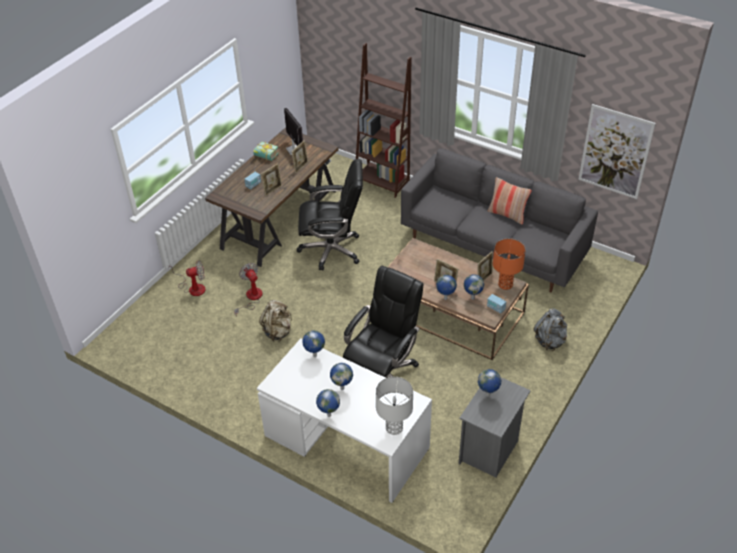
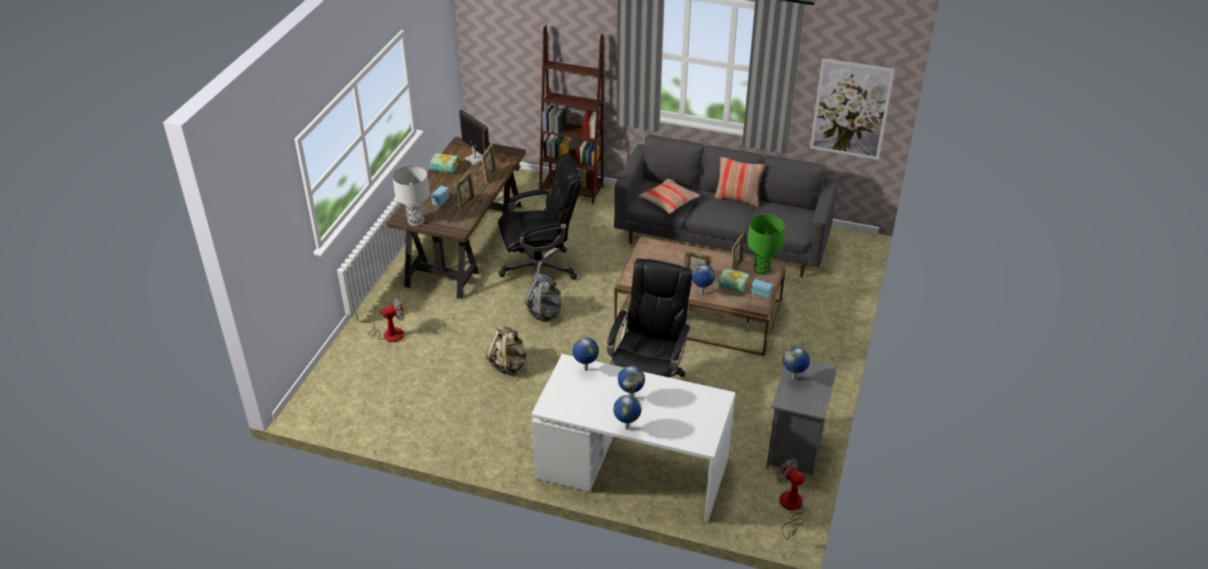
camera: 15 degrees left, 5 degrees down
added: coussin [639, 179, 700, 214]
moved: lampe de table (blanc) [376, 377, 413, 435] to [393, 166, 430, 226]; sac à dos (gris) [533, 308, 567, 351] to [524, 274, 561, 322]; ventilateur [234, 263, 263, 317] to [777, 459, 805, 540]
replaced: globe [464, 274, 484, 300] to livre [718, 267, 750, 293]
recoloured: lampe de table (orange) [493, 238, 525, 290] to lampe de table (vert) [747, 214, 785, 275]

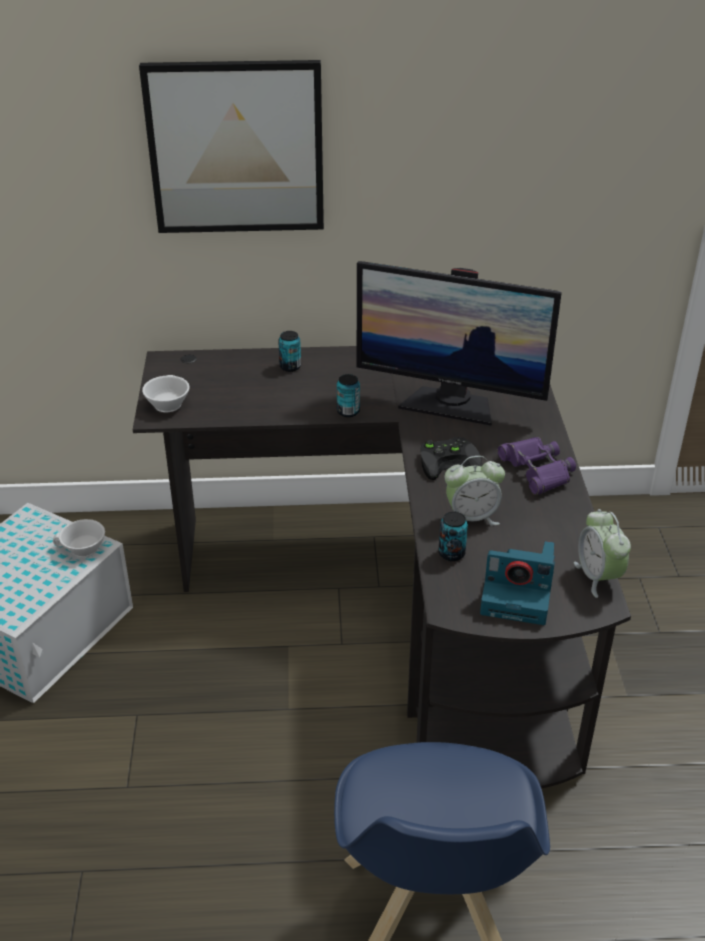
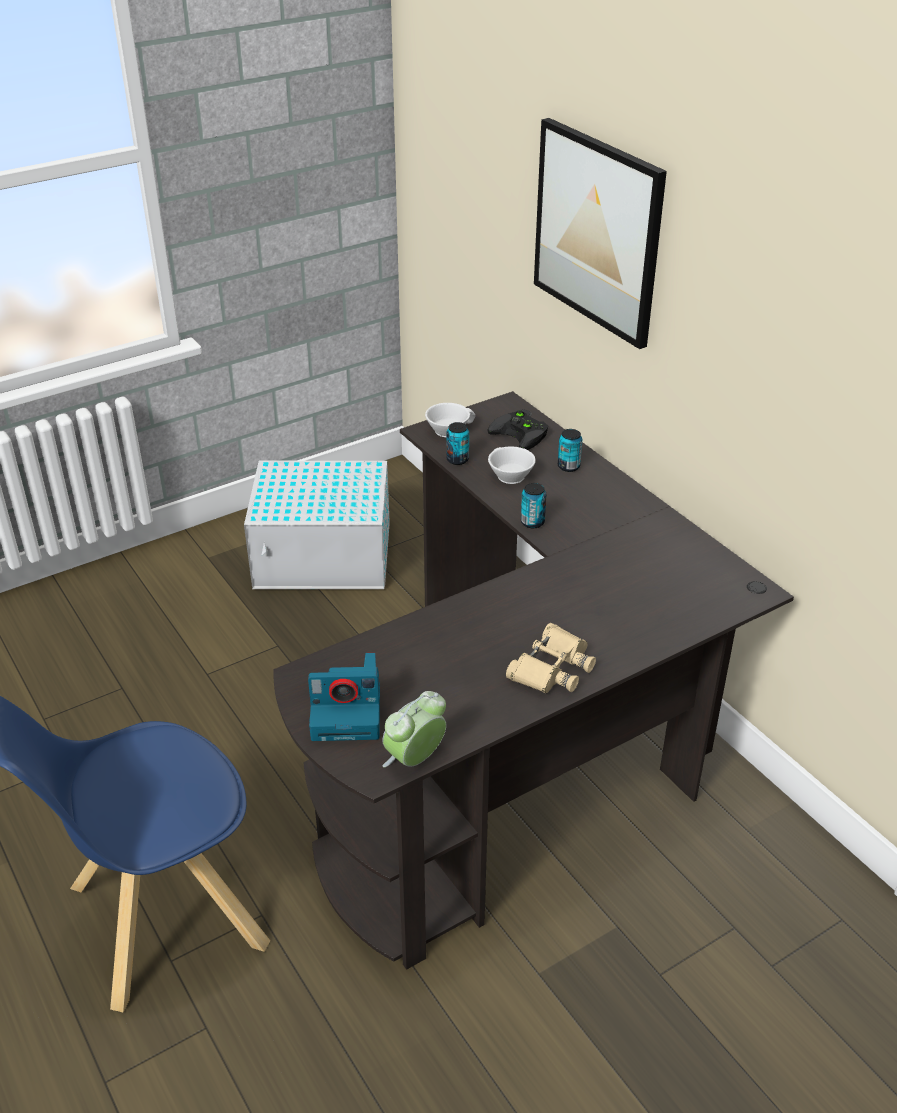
camera: 60 degrees right, 0 degrees up
removed: écran d'ordinateur [357, 261, 562, 426]; réveil [445, 456, 505, 526]
moved: boîte métallique [438, 511, 468, 561] to [446, 422, 469, 465]; manette (noir) [420, 437, 483, 480] to [487, 410, 548, 450]; tasse (blanc) [53, 519, 105, 557] to [488, 446, 536, 484]
recoloured: jumelles (violet) [497, 437, 576, 495] to jumelles (beige) [506, 623, 596, 693]
turned: appareil photo [480, 541, 555, 625] = [308, 653, 380, 741] 75 degrees counterclockwise

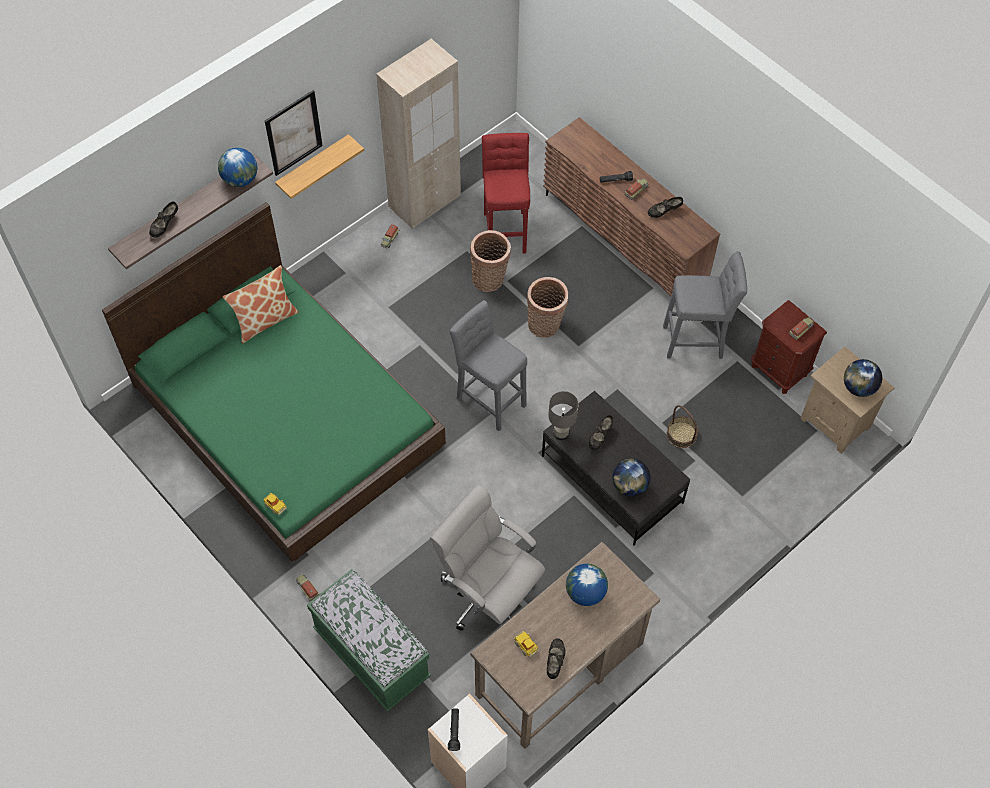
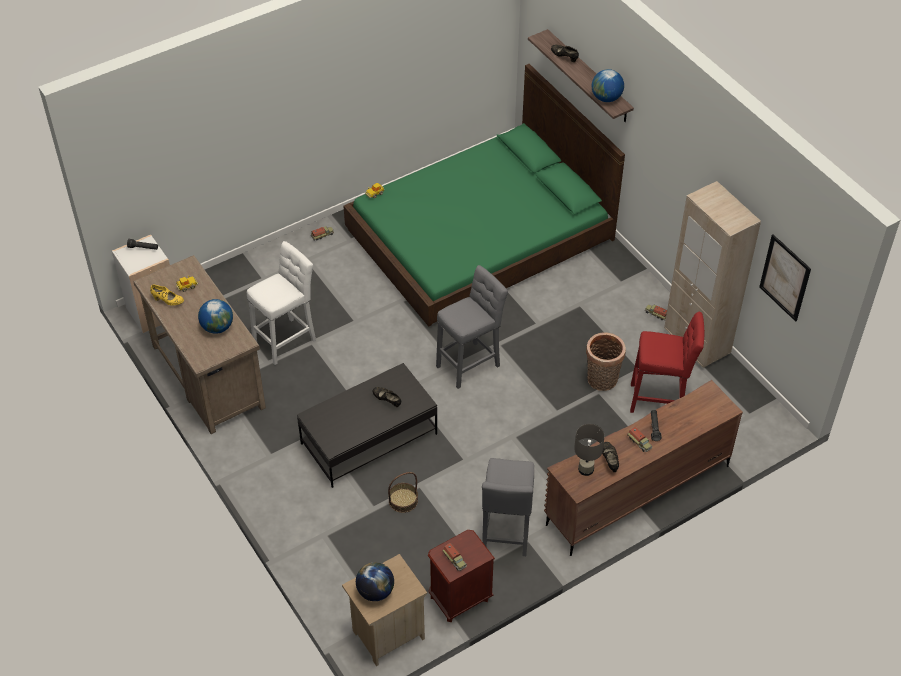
camera: 100 degrees right, 10 degrees down
removed: coussin [223, 265, 299, 344]; étagère [275, 134, 364, 199]; banc (vert) [307, 569, 431, 712]; panier [527, 277, 568, 338]; globe [612, 458, 651, 497]
moved: lampe de table (gris) [549, 391, 579, 440] to [574, 424, 605, 476]; tableau [265, 90, 323, 176] to [759, 235, 811, 322]
replaced: chaise de bureau (gris) [430, 485, 545, 630] to tabouret (blanc) [247, 241, 316, 365]
recoloured: chaussure (noir) [547, 638, 565, 679] to chaussure (jaune) [150, 284, 184, 306]

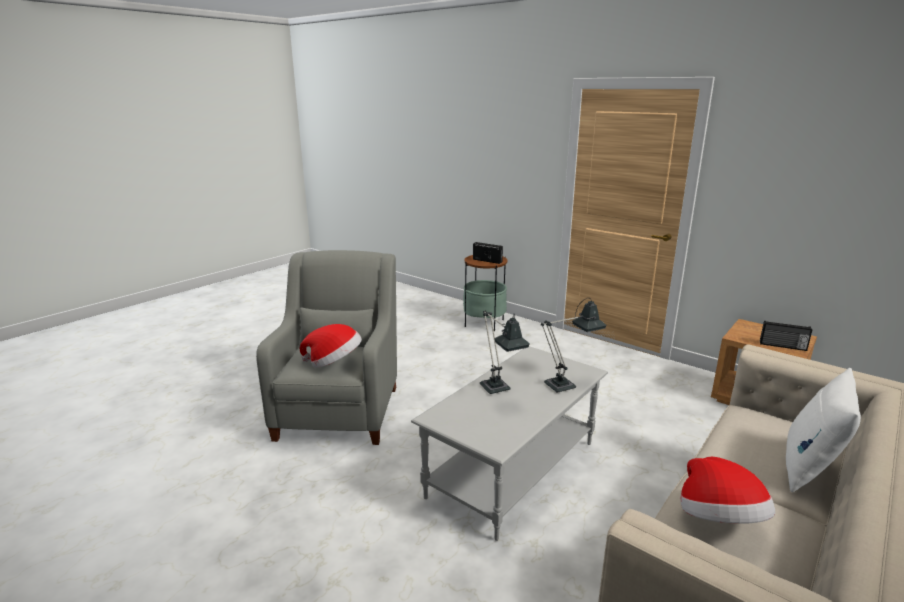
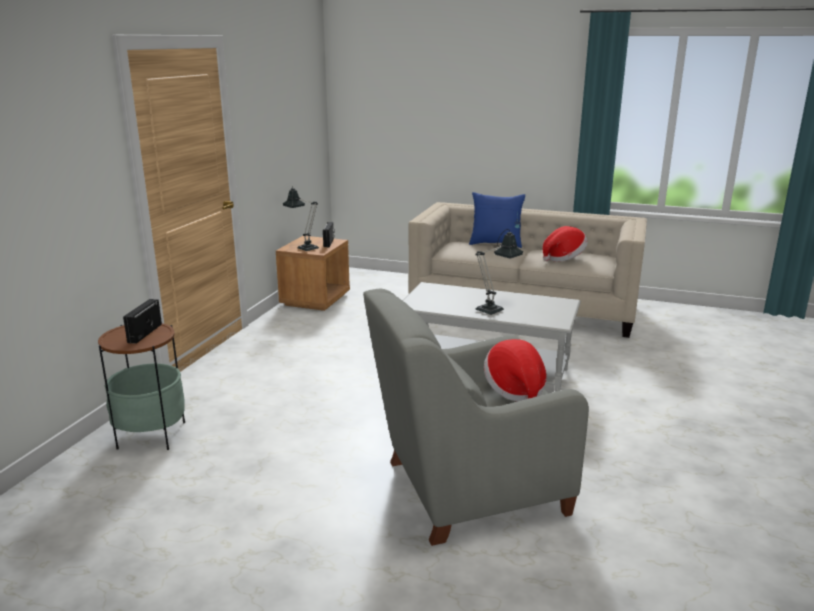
camera: 110 degrees left, 0 degrees up
moved: lampe de table [541, 298, 606, 393] to [283, 186, 319, 251]
recoloured: coussin (blanc) [786, 368, 861, 492] to coussin (bleu) [469, 192, 525, 248]

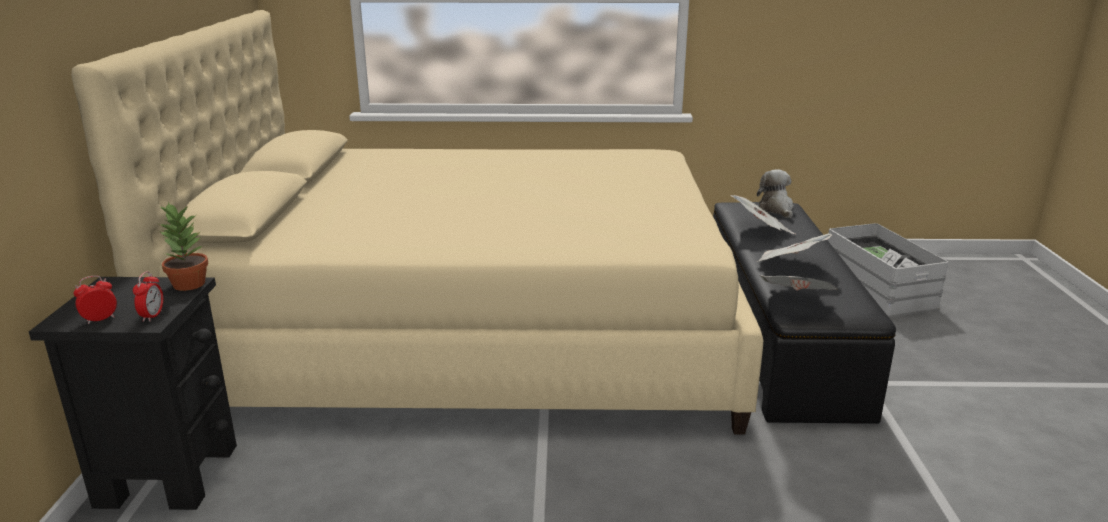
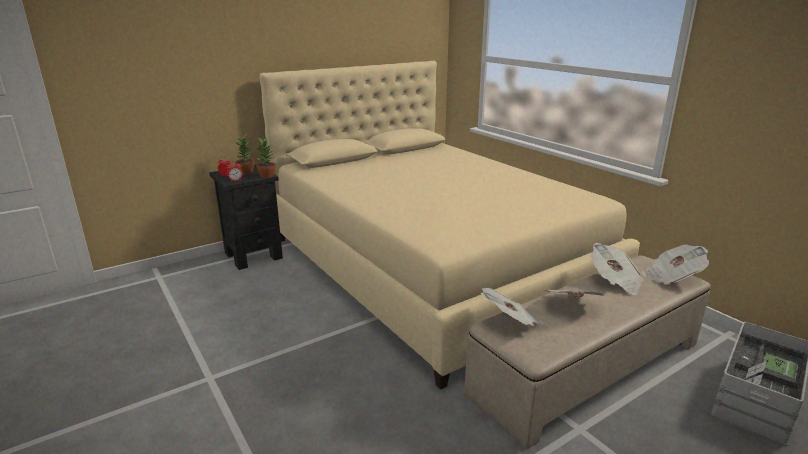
camera: 55 degrees right, 0 degrees up
added: plante en pot [235, 134, 255, 174]
replaced: peluche [757, 170, 794, 219] to journal [642, 245, 709, 285]
recoloured: banc (noir) [713, 202, 896, 424] to banc (beige) [464, 255, 711, 449]

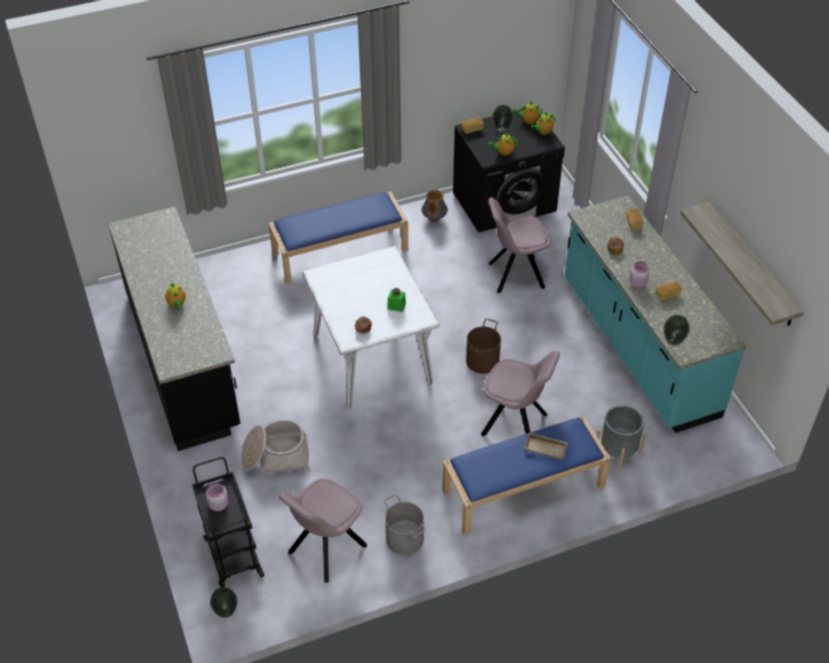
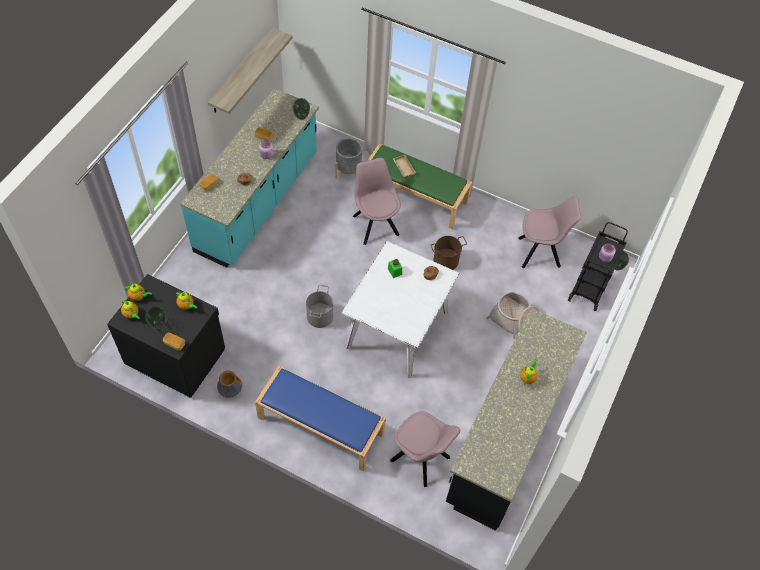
camera: 135 degrees left, 10 degrees up
moved: seau (gris) [383, 494, 426, 555] to [306, 285, 333, 328]; chaise (rose) [488, 197, 550, 294] to [390, 411, 460, 487]; seau (marron) [466, 319, 501, 374] to [430, 236, 467, 270]
recoloured: banc (bleu) [442, 416, 611, 535] to banc (vert) [367, 143, 472, 229]

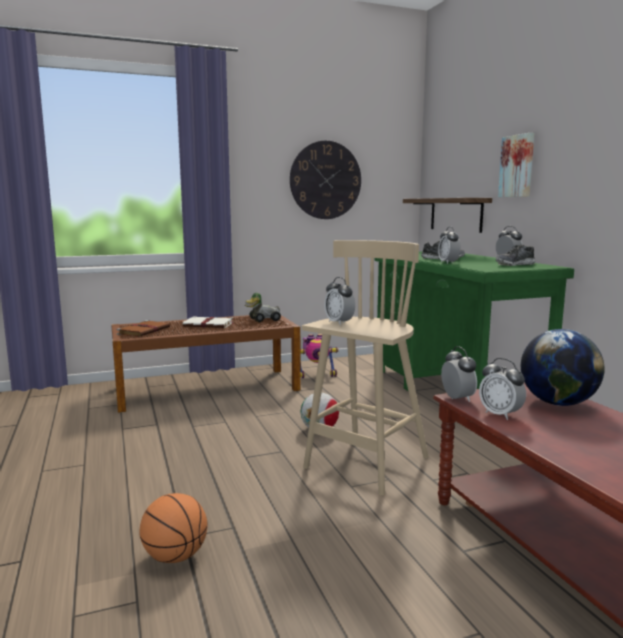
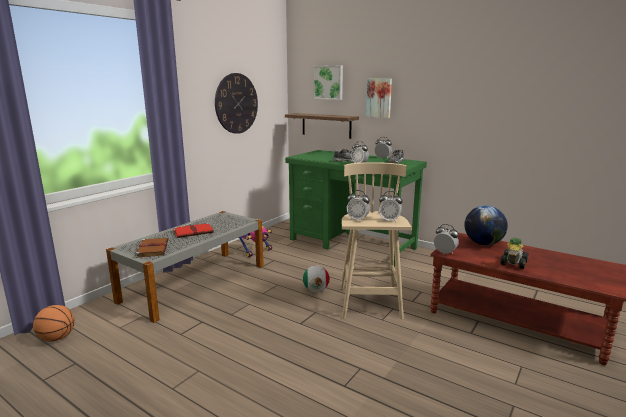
camera: 35 degrees left, 5 degrees up
added: tableau [313, 65, 343, 100]
moved: ballon de basket [139, 493, 208, 563] to [33, 305, 75, 341]; réveil [479, 358, 526, 420] to [379, 191, 403, 222]; petite voiture [245, 293, 281, 323] to [500, 238, 529, 269]
recoloured: banc (marron) [111, 315, 301, 413] to banc (gris) [106, 211, 264, 323]; livre (blanc) [182, 316, 235, 328] to livre (rouge) [174, 223, 214, 238]

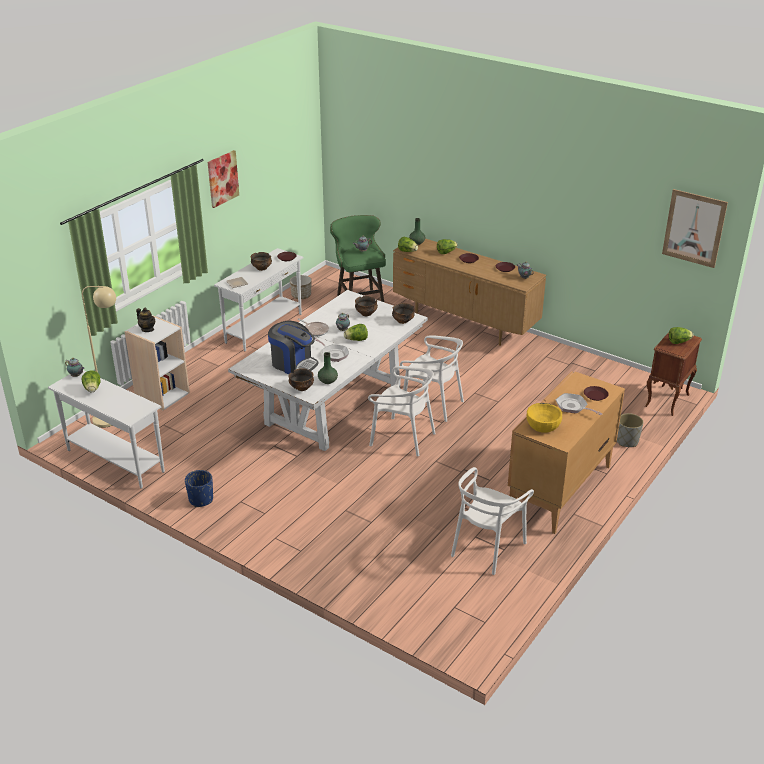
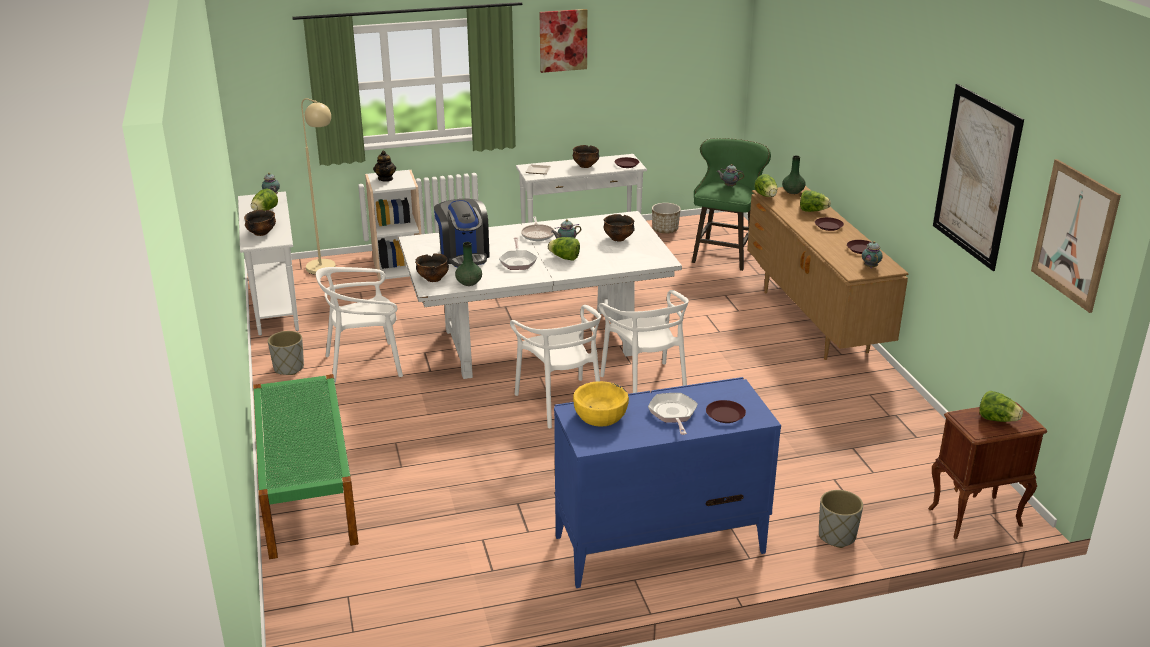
camera: 40 degrees right, 5 degrees down
added: banc (vert) [253, 374, 359, 559]; tableau [933, 84, 1024, 271]
moved: bol [392, 303, 415, 324] to [244, 210, 276, 236]; chaise (blanc) [451, 467, 534, 575] to [316, 267, 403, 383]
recoloured: cache-pot (bleu) [185, 470, 213, 507] to cache-pot (gris) [268, 331, 304, 375]; meuble de rangement (marron) [508, 371, 625, 534] to meuble de rangement (bleu) [554, 377, 781, 588]

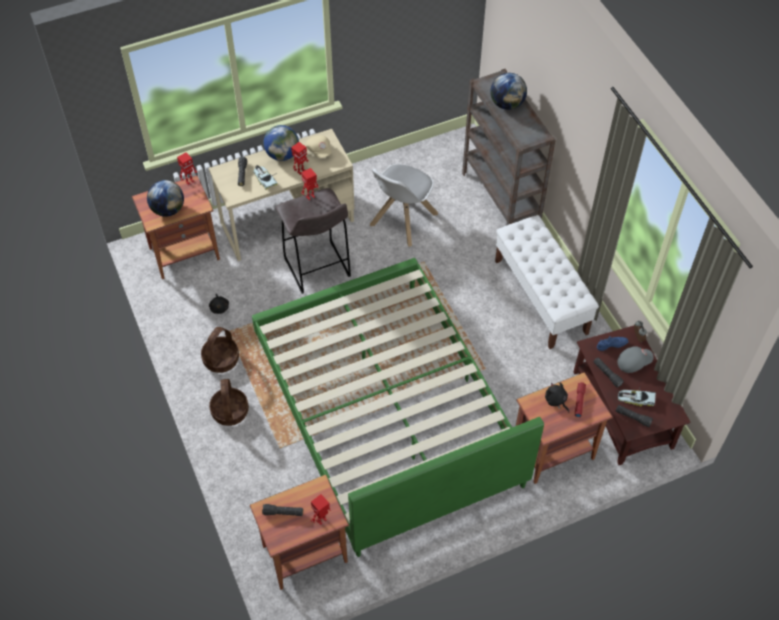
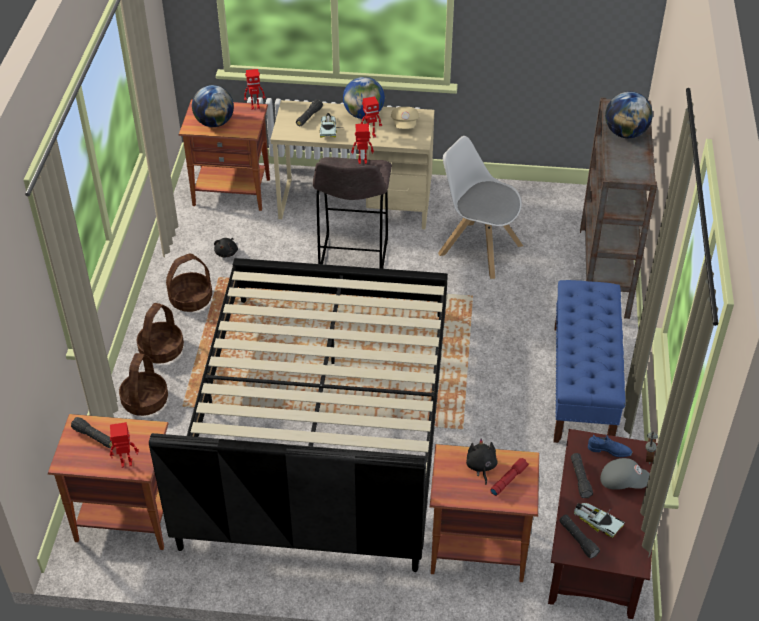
camera: 30 degrees right, 10 degrees down
added: panier [119, 353, 168, 416]
recoloured: lit (vert) [252, 258, 544, 557] to lit (noir) [149, 258, 448, 572]; banc (blanc) [495, 215, 599, 349] to banc (bleu) [554, 280, 626, 443]
turned: chaise [370, 164, 438, 247] = [438, 136, 523, 279] 60 degrees clockwise

